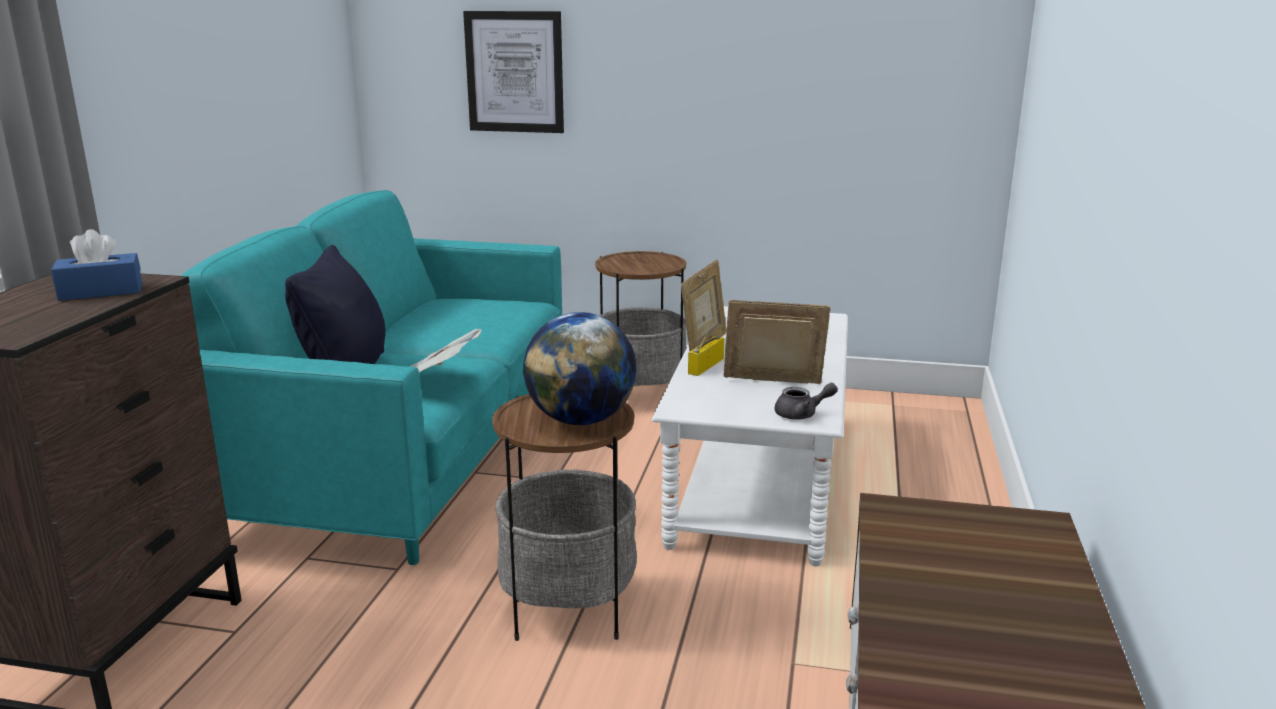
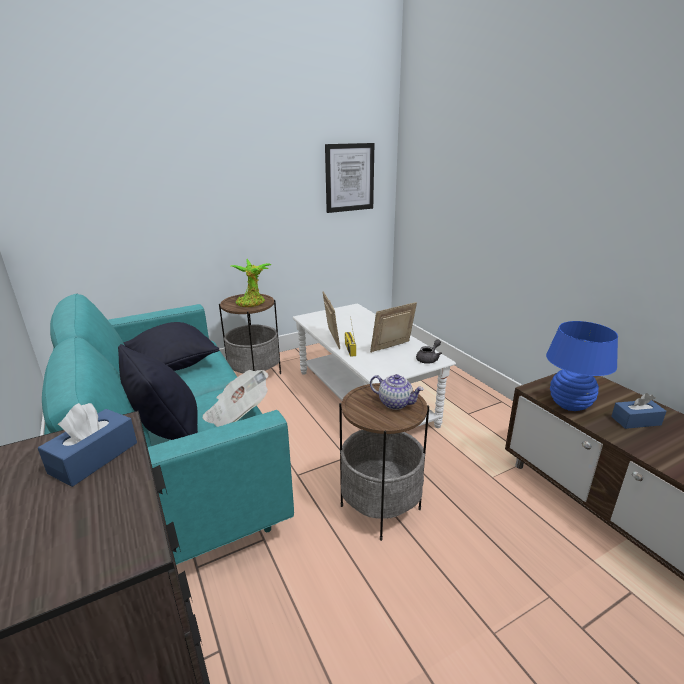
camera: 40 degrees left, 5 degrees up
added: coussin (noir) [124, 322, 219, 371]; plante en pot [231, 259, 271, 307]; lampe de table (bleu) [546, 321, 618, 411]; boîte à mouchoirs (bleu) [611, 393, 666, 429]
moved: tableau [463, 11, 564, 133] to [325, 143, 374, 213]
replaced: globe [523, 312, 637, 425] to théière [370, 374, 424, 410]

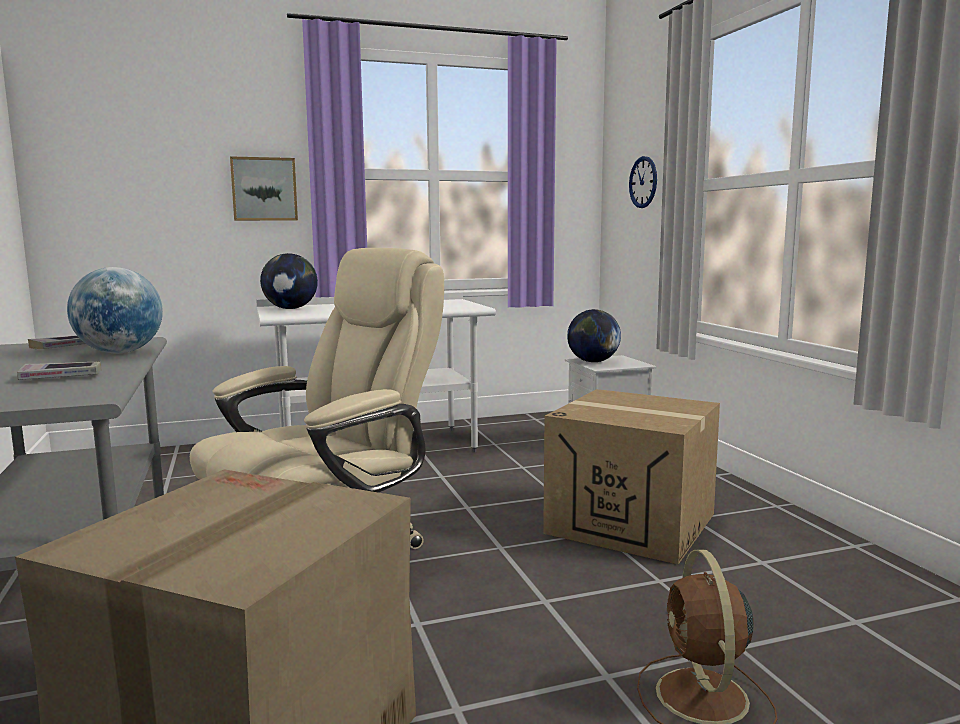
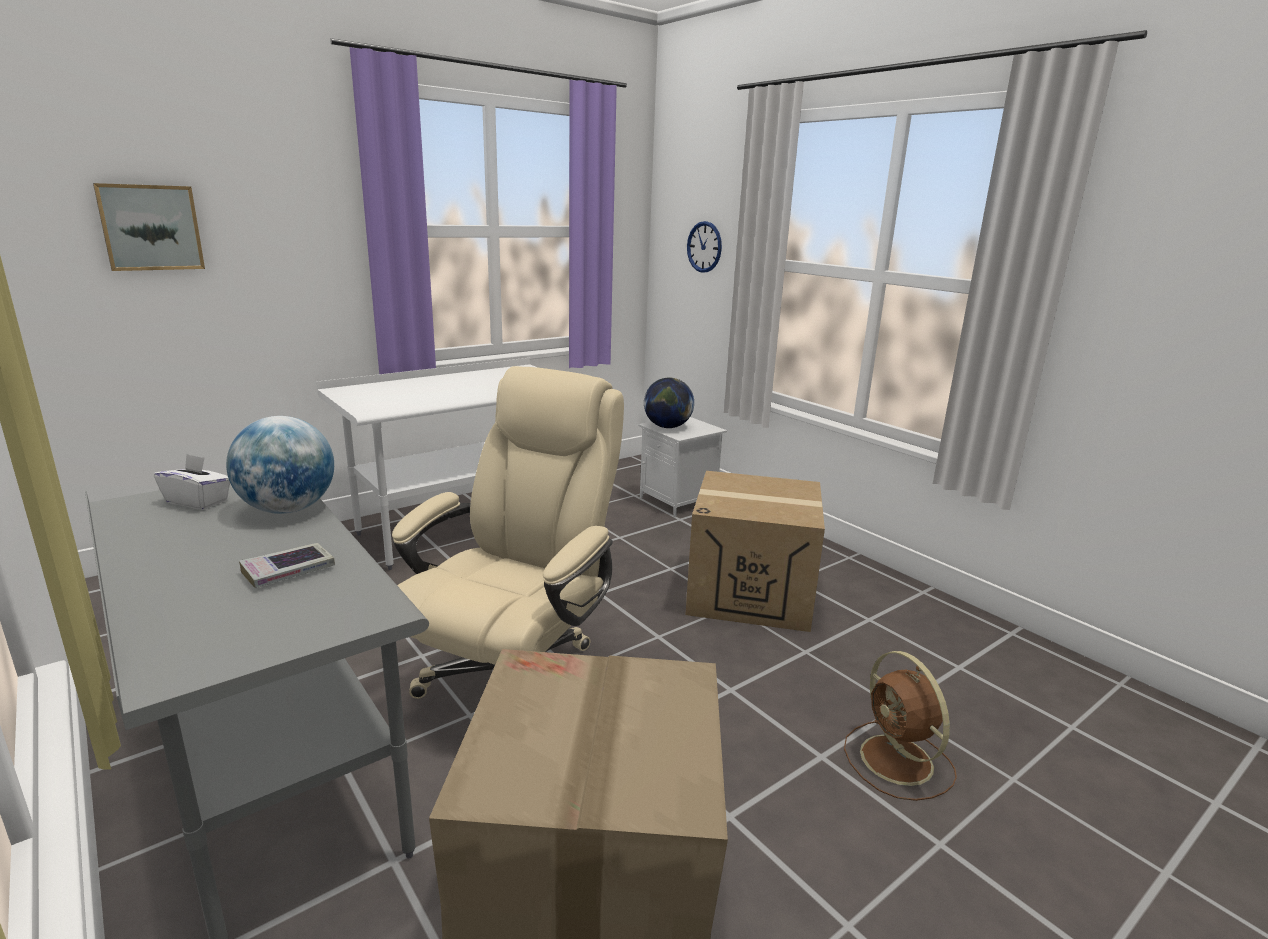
camera: 20 degrees left, 10 degrees up
removed: globe [260, 253, 318, 309]
moved: tableau [230, 156, 298, 221] to [93, 183, 205, 271]
replaced: livre [28, 335, 86, 349] to boîte à mouchoirs (blanc) [154, 454, 230, 510]

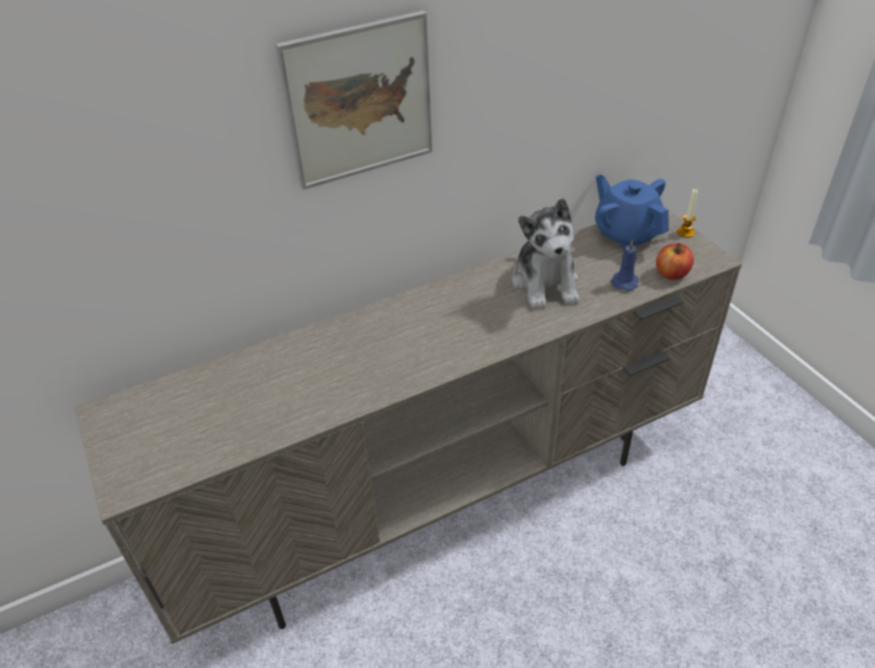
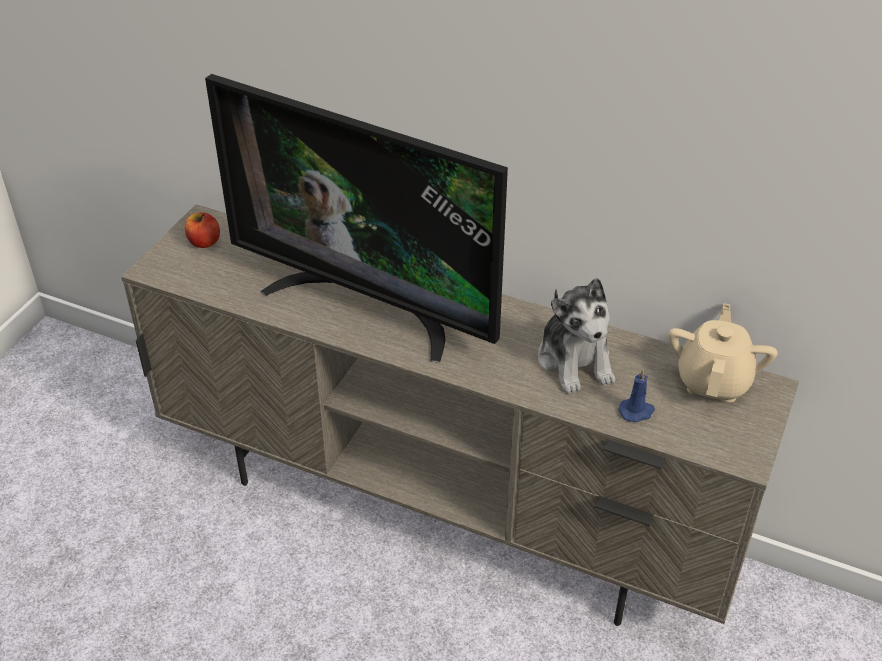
camera: 50 degrees right, 0 degrees up
removed: tableau [276, 10, 433, 190]; bougie [677, 189, 698, 238]
added: téléviseur [205, 74, 508, 362]
moved: pomme [656, 243, 694, 280] to [185, 213, 220, 248]
recoloured: théière (bleu) [595, 174, 669, 249] to théière (beige) [668, 303, 778, 402]
turned: peluche [512, 198, 579, 309] = [538, 278, 615, 394] 60 degrees counterclockwise

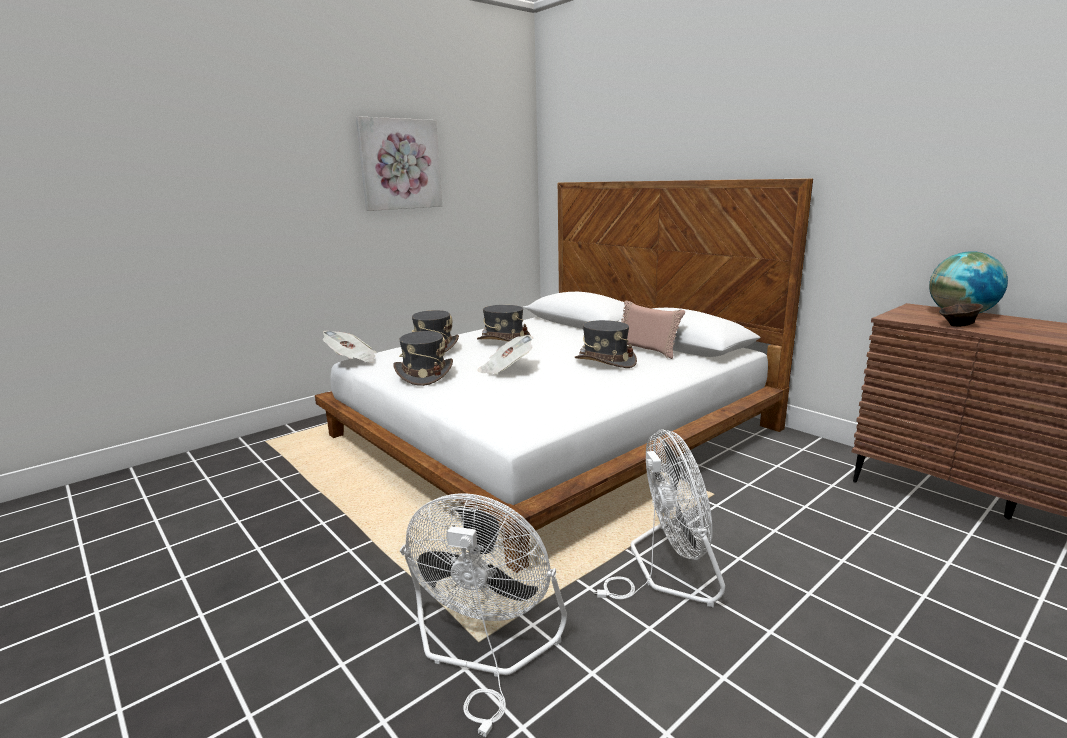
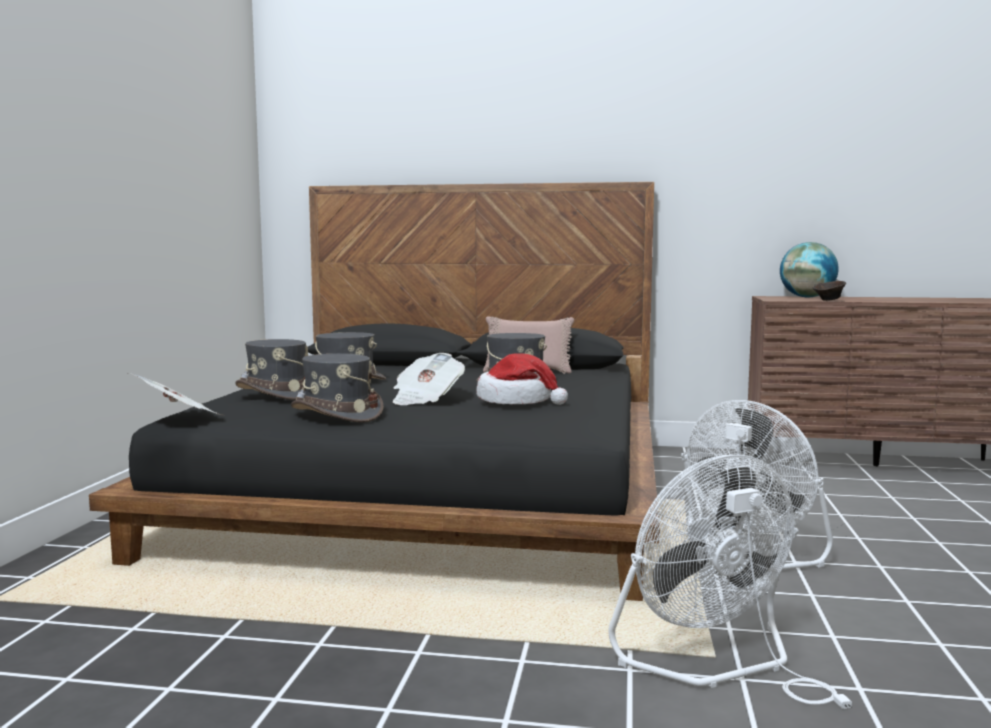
camera: 40 degrees left, 10 degrees down
removed: tableau [356, 116, 442, 211]
added: chapeau [476, 353, 568, 405]
recoloured: lit (blanc) [315, 178, 813, 573] to lit (noir) [89, 182, 660, 601]

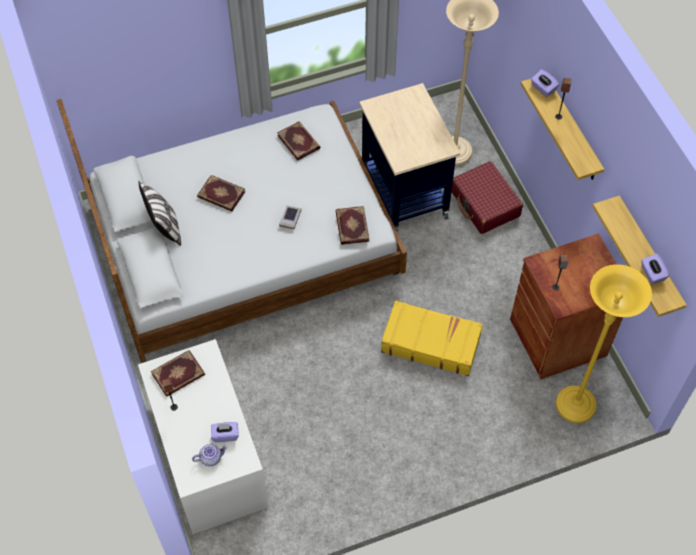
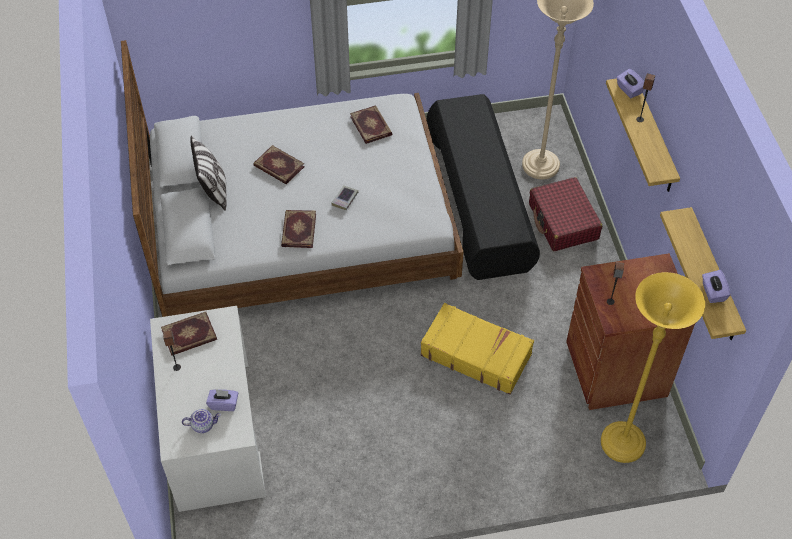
camera: 10 degrees right, 5 degrees down
moved: livre [336, 206, 369, 245] to [281, 210, 316, 248]
replaced: chariot (bleu) [360, 83, 461, 232] to banc (noir) [427, 94, 540, 280]

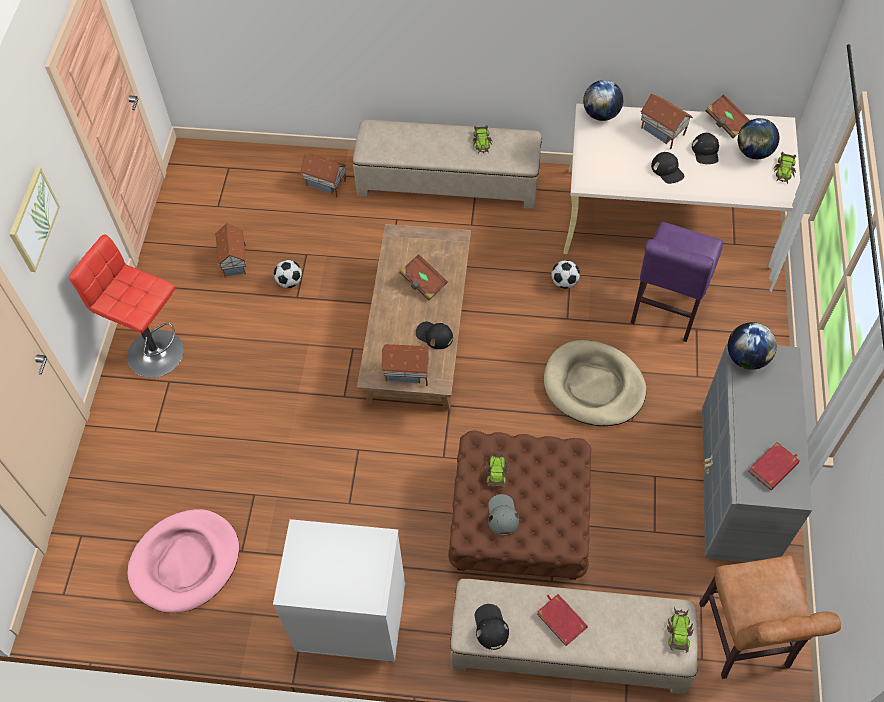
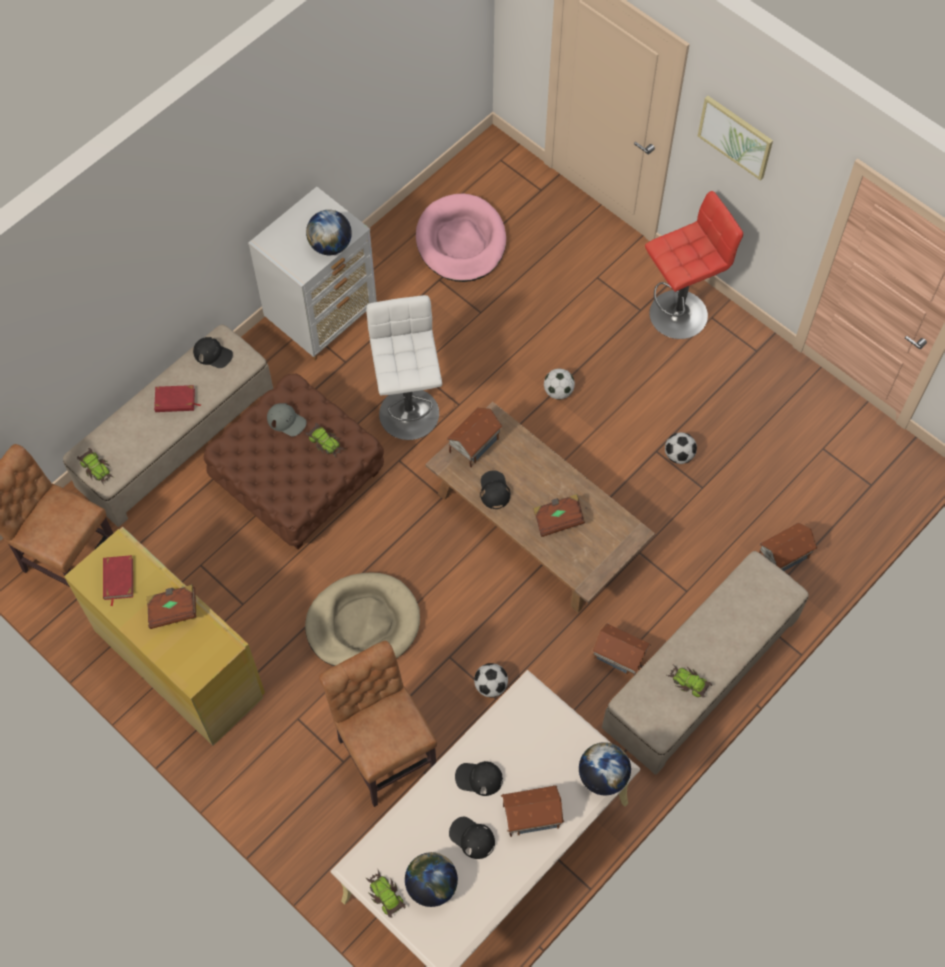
camera: 125 degrees right, 5 degrees up
added: tabouret (blanc) [366, 295, 442, 440]; ballon de foot [544, 368, 575, 400]
moved: livre (marron) [705, 94, 750, 138] to [147, 585, 197, 629]; globe [728, 322, 777, 370] to [306, 210, 352, 255]; maison miniature [215, 223, 247, 278] to [592, 623, 651, 676]
recoloured: meuble de rangement (gris) [702, 344, 812, 562] to meuble de rangement (jaune) [64, 526, 265, 746]; chaise (violet) [631, 222, 723, 342] to chaise (marron) [319, 641, 437, 807]
turned: casquette (noir) [416, 322, 453, 349] = [480, 471, 511, 509] 75 degrees counterclockwise

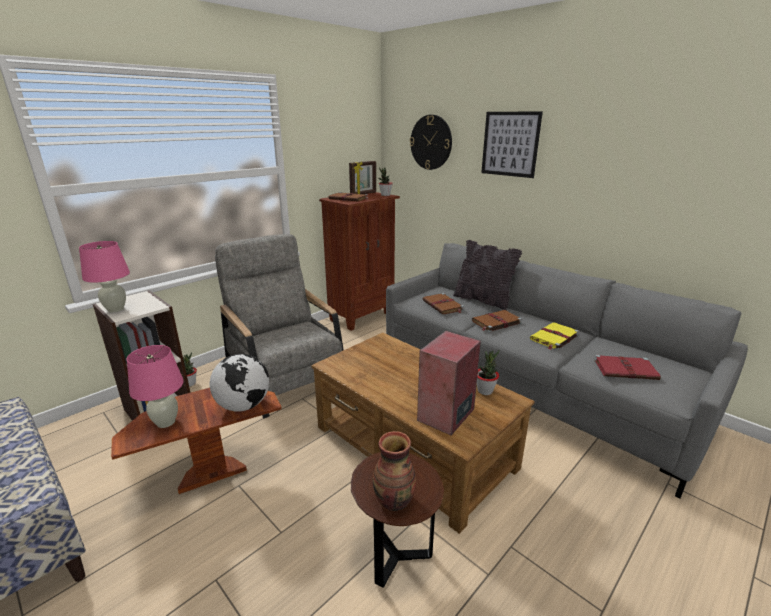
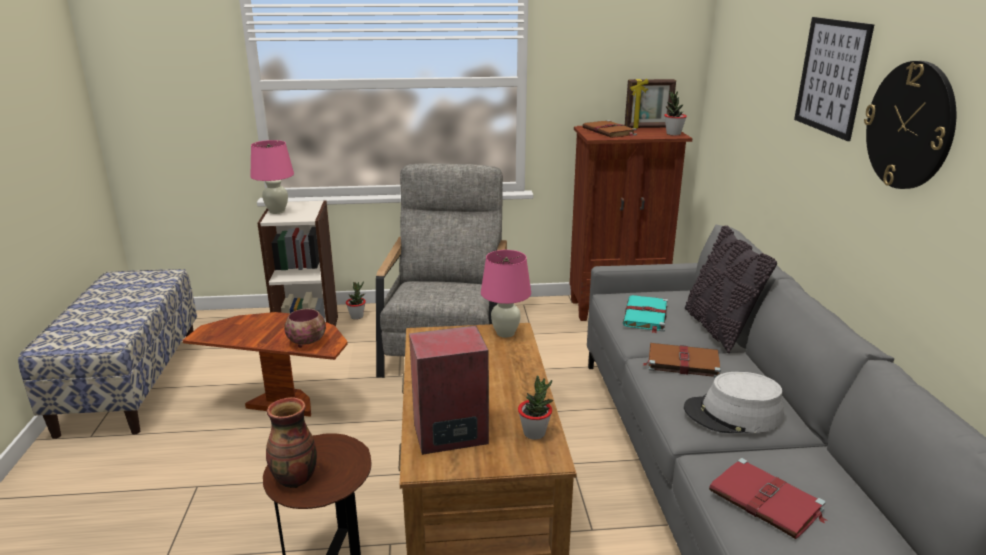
camera: 40 degrees right, 0 degrees up
moved: lampe de table (rose) [127, 345, 184, 428] to [481, 250, 531, 338]; horloge murale [410, 115, 452, 170] to [864, 61, 956, 189]
replaced: globe [210, 354, 269, 412] to bol [284, 309, 326, 348]; livre (jaune) [530, 323, 579, 350] to chapeau (gris) [684, 371, 784, 433]
recoloured: livre (marron) [423, 293, 464, 314] to livre (turquoise) [623, 295, 668, 333]

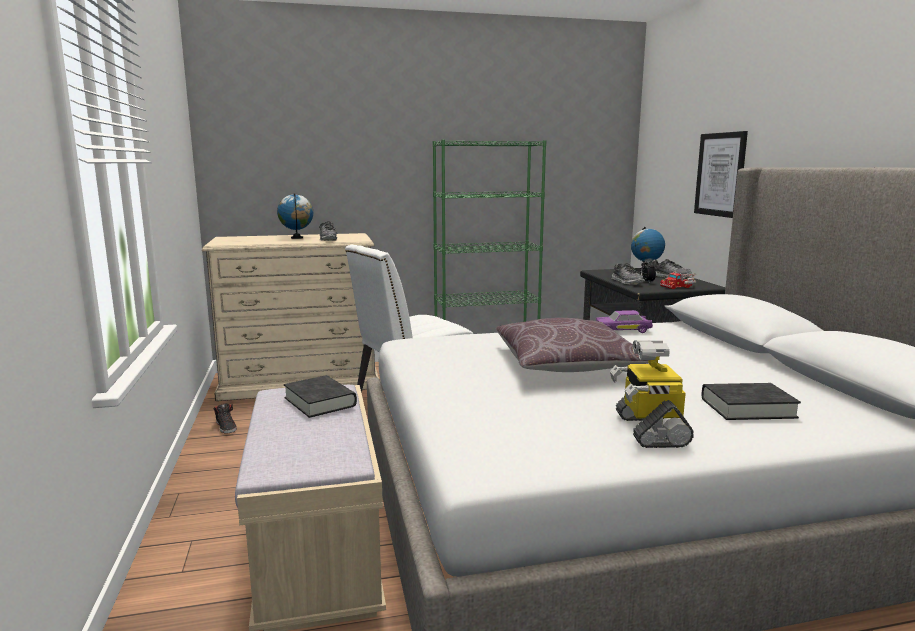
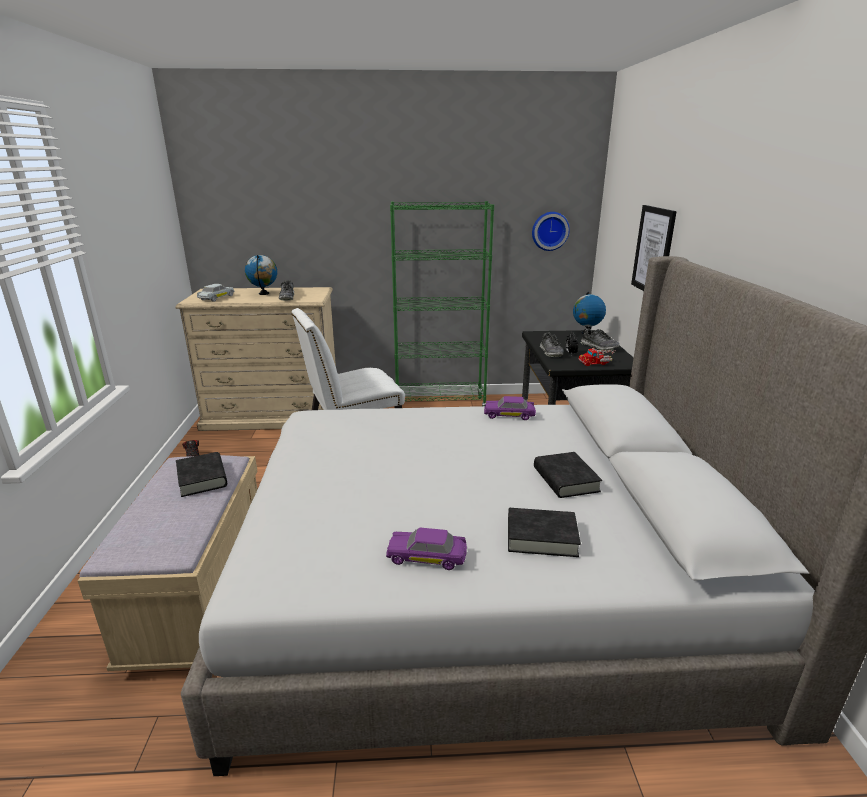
camera: 10 degrees right, 10 degrees up
removed: coussin (marron) [496, 318, 648, 372]
added: petite voiture (blanc) [197, 284, 234, 302]; horloge murale [532, 212, 570, 251]; livre (noir) [534, 452, 602, 498]
replaced: robot jouet [610, 340, 694, 448] to petite voiture (violet) [386, 528, 467, 570]

